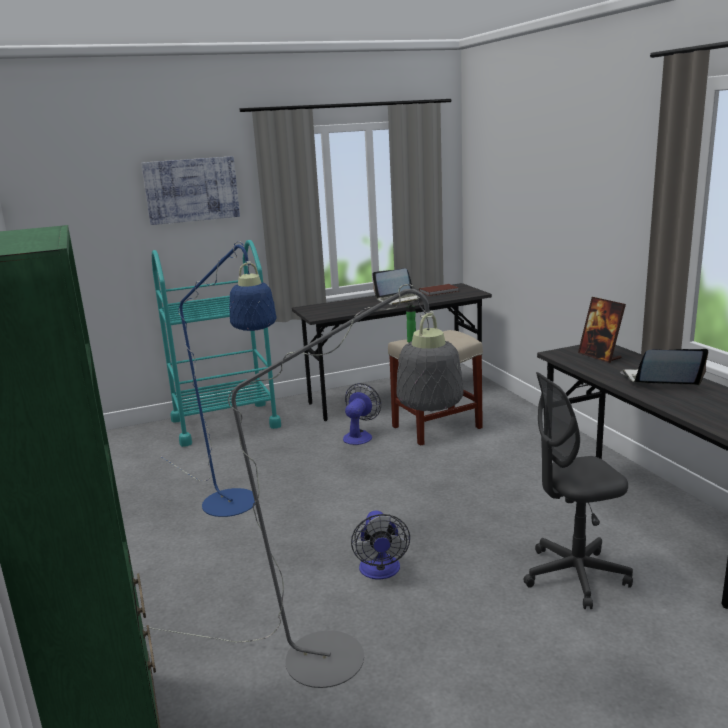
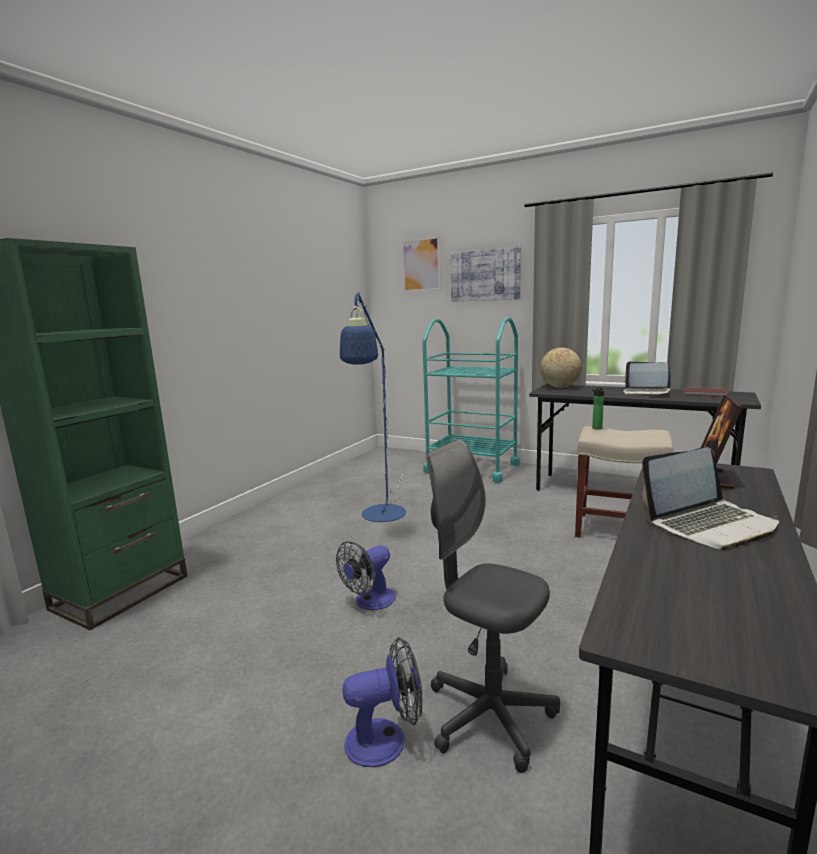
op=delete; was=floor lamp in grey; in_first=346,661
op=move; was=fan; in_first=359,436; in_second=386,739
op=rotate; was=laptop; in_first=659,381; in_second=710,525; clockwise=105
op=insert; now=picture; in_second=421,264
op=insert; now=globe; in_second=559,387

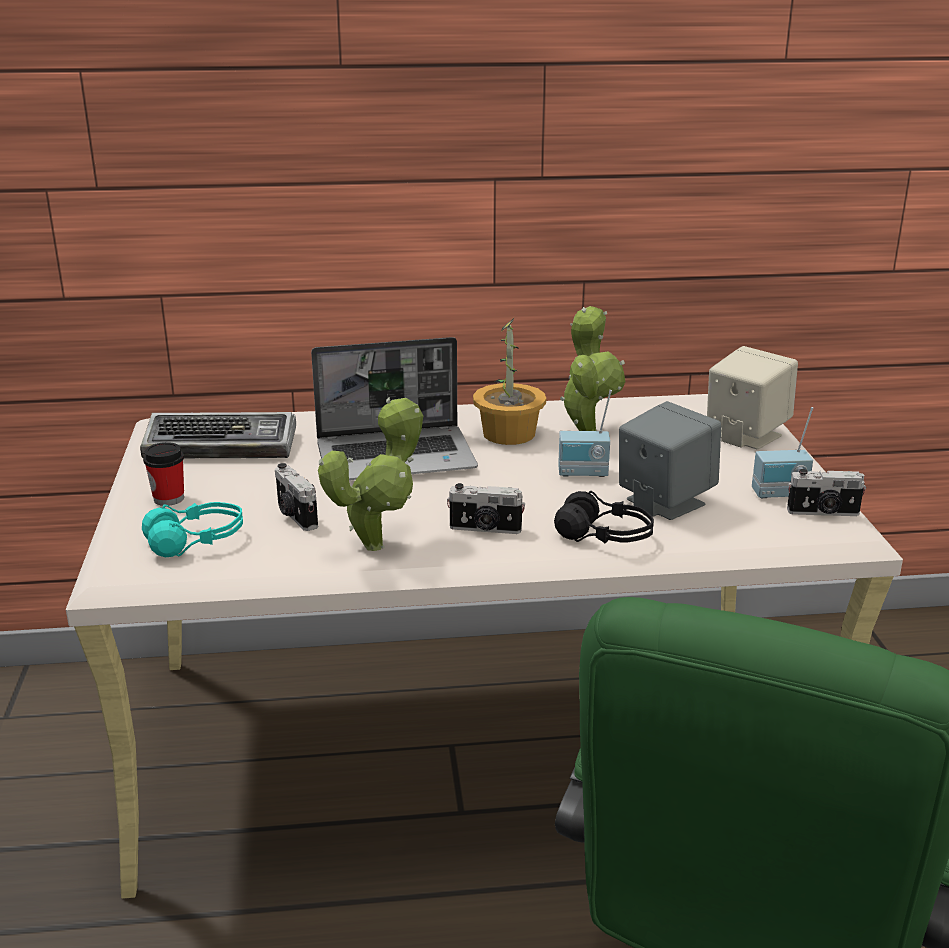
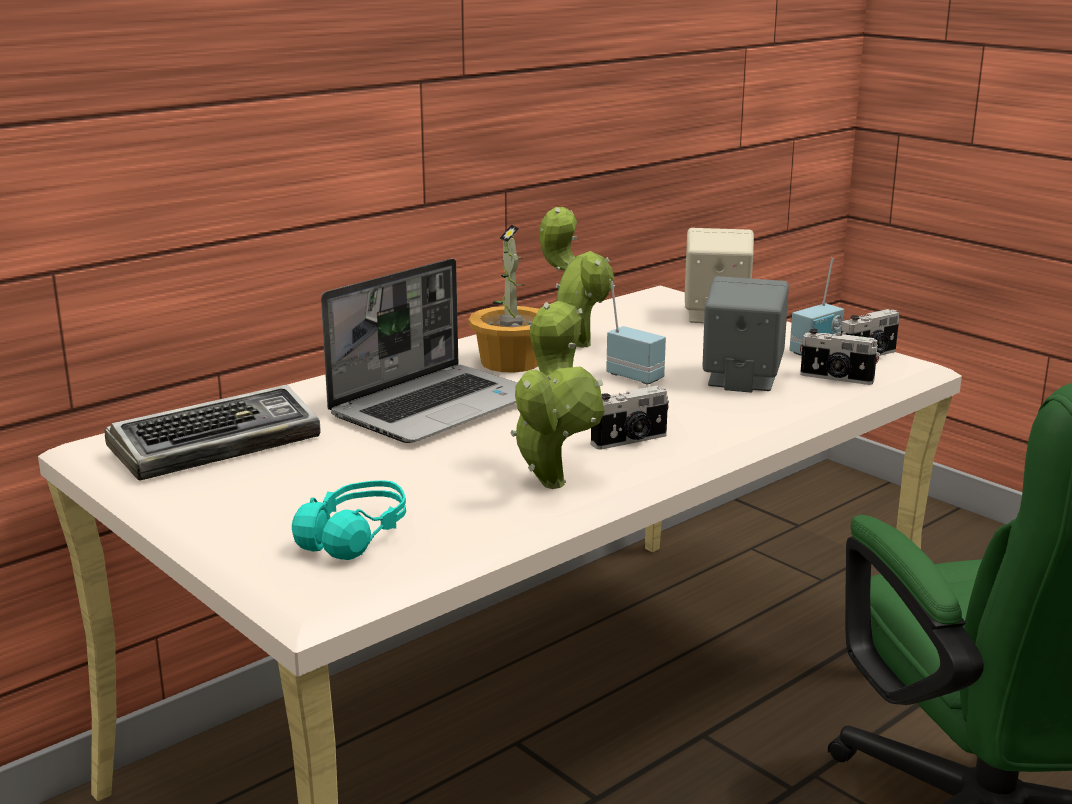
op=delete; was=cup; in_first=169,498
op=move; was=photo camera; in_first=295,516; in_second=836,378
op=delete; was=headphones in black; in_first=604,536
op=rotate; was=radio; in_first=583,473; in_second=636,376; clockwise=-105

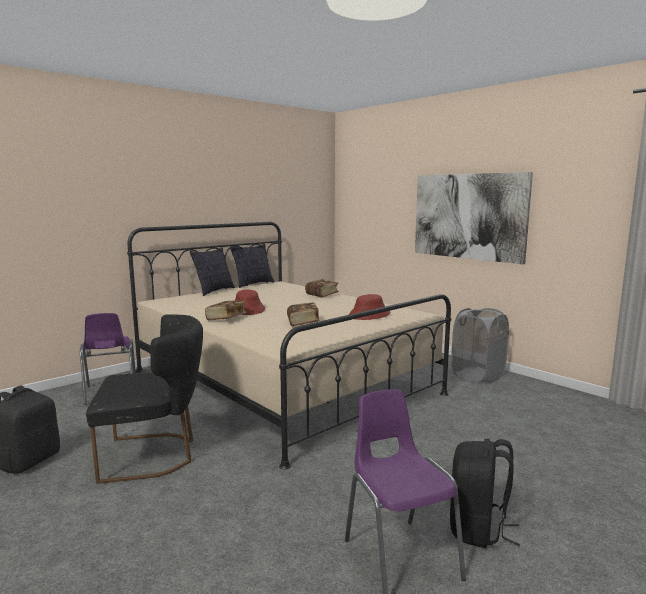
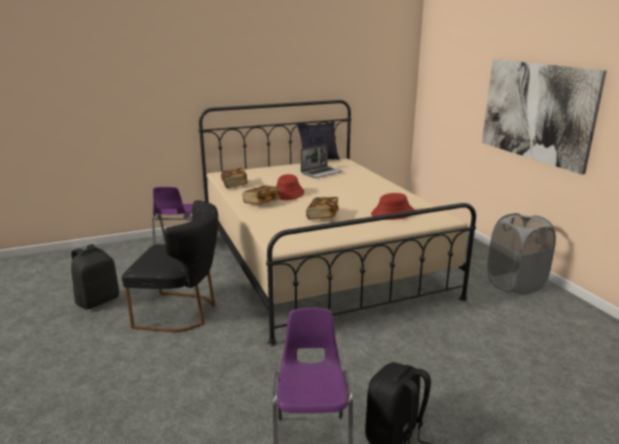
op=delete; was=pillow; in_first=214,291
op=move; was=book; in_first=322,295; in_second=234,184
op=insert; now=laptop; in_second=321,173

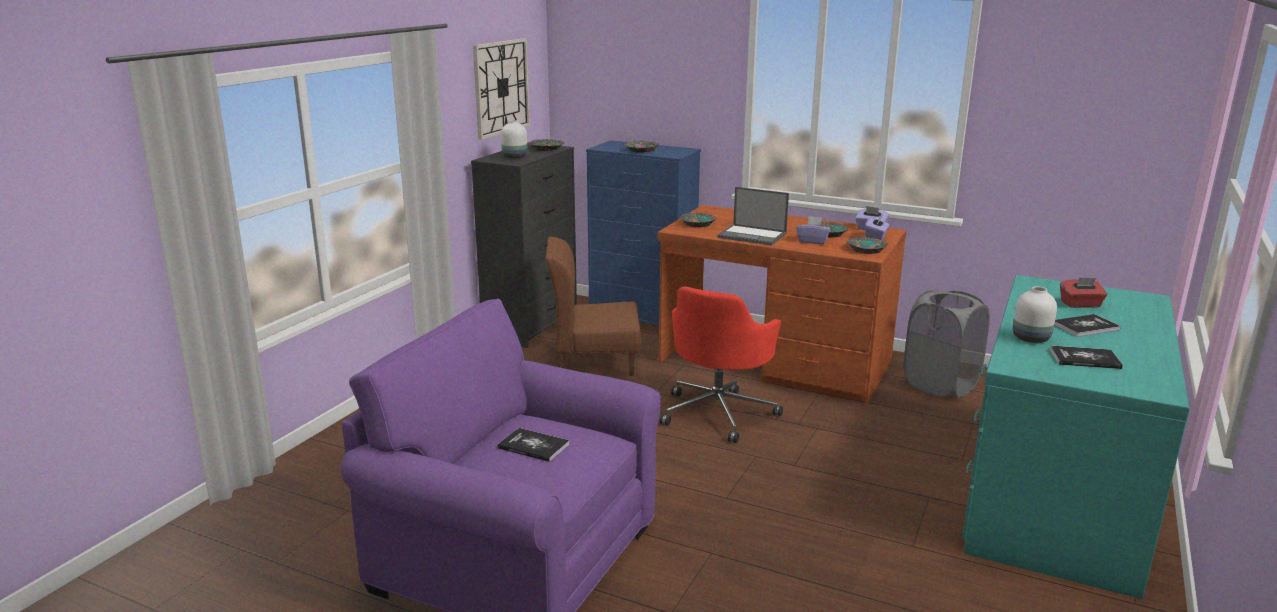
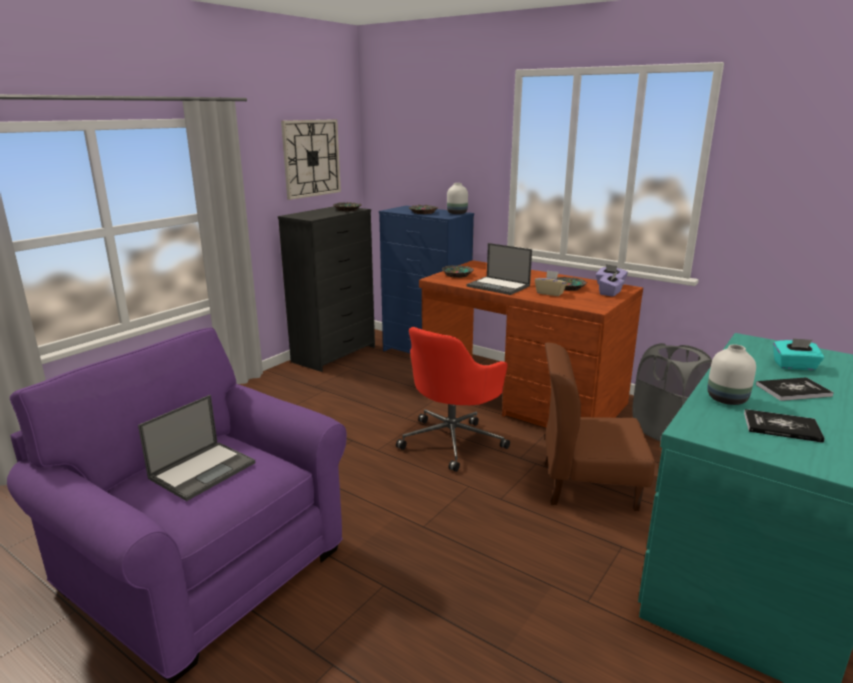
op=replace; was=book; now=laptop; in_first=533,446; in_second=203,470
op=move; was=vase in white; in_first=515,157; in_second=457,213
op=move; was=chair in brown; in_first=594,362; in_second=588,485
op=recolor; was=tissue box in purple; now=tissue box in beige; in_first=812,241; in_second=550,293
op=delete; was=bowl; in_first=866,249
op=recolor; was=tissue box in red; now=tissue box in turquoise; in_first=1080,304; in_second=794,366

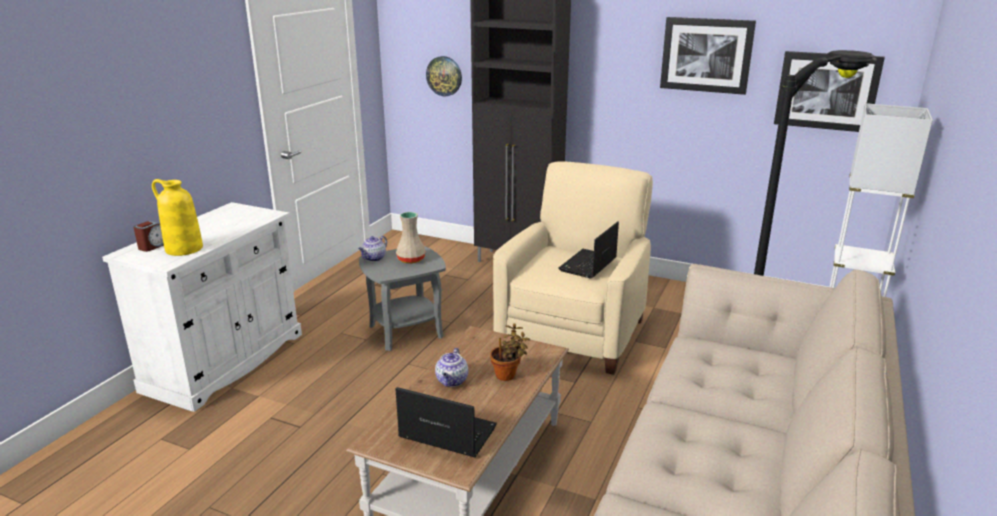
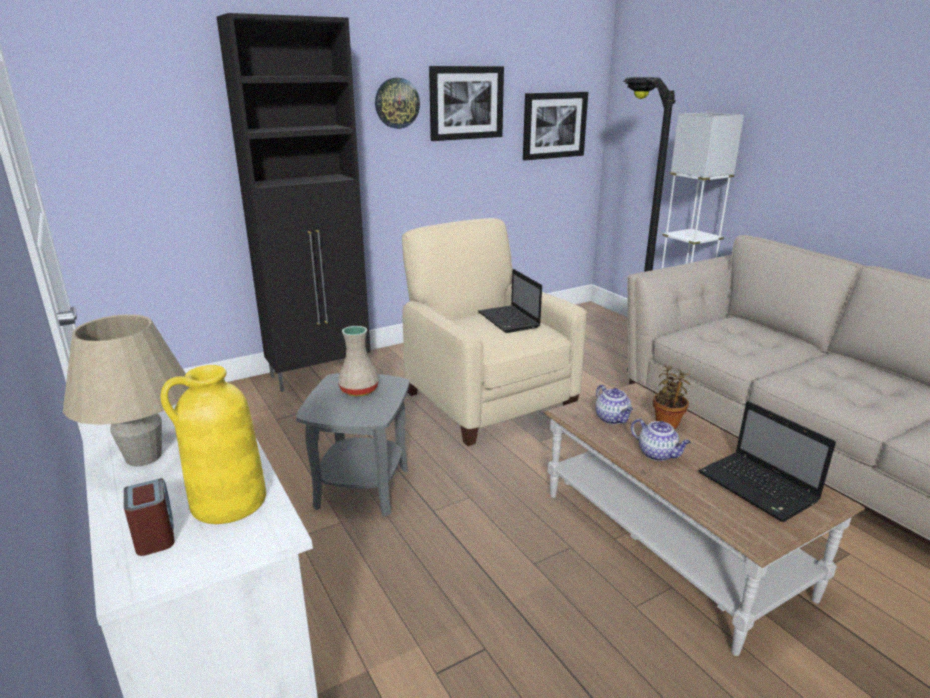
op=move; was=teapot; in_first=374,258; in_second=612,419
op=rotate; was=laptop; in_first=445,433; in_second=759,488; clockwise=-90
op=move; was=wall clock; in_first=444,76; in_second=397,103
op=insert; now=table lamp in beige; in_second=143,457

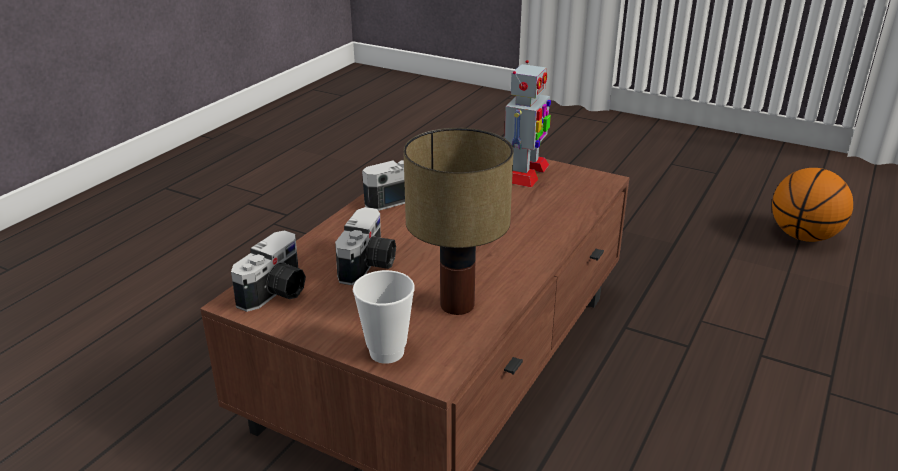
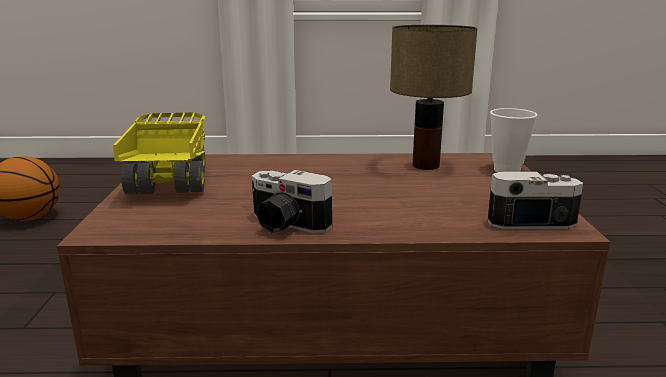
op=delete; was=photo camera; in_first=369,265
op=replace; was=toy robot; now=toy truck; in_first=524,173; in_second=168,184

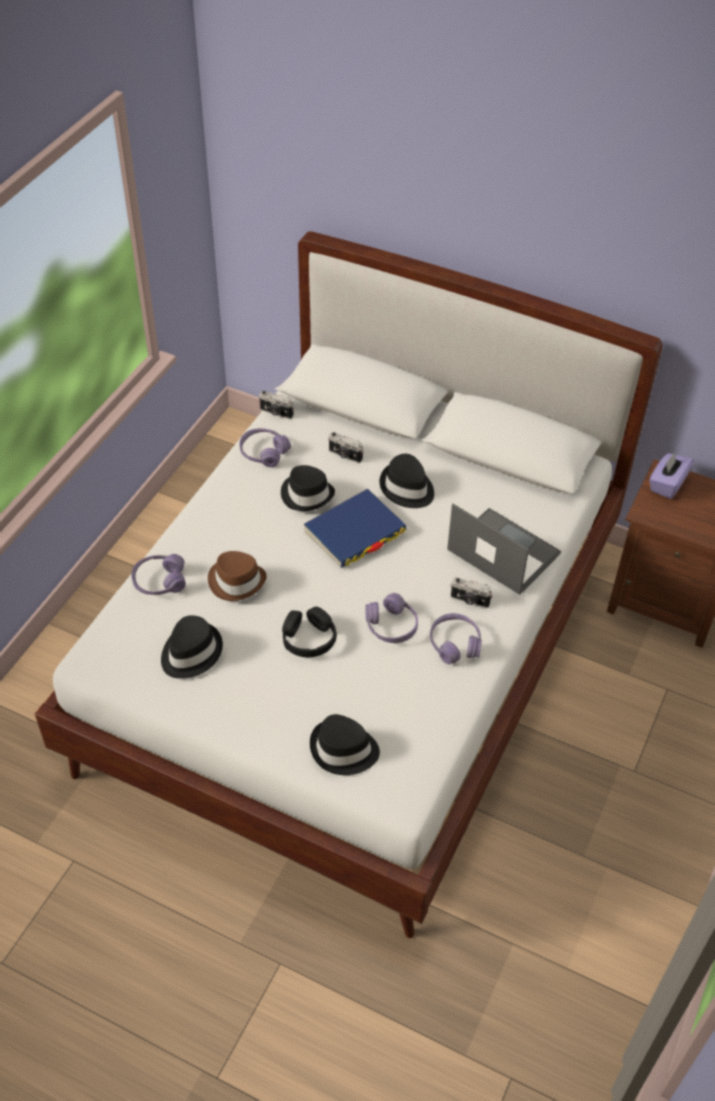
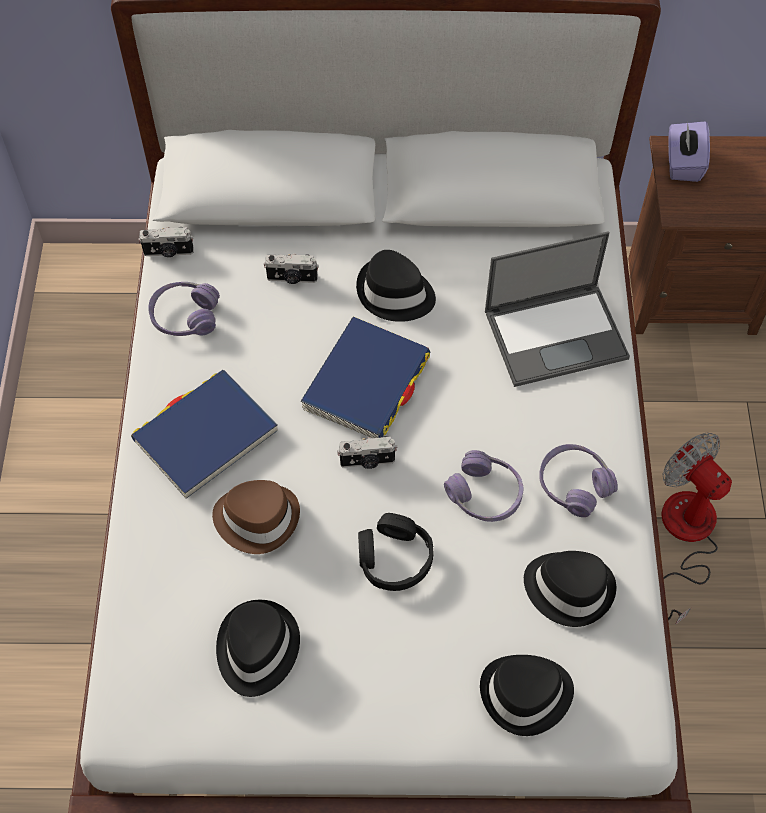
op=delete; was=headphones in purple; in_first=159,581
op=move; was=hat in black; in_first=307,494; in_second=569,588
op=rotate; was=laptop; in_first=502,551; in_second=557,333; clockwise=150
op=move; was=photo camera; in_first=469,600; in_second=367,461
op=insert; now=book in blue; in_second=205,436
op=insert; now=fan; in_second=685,536

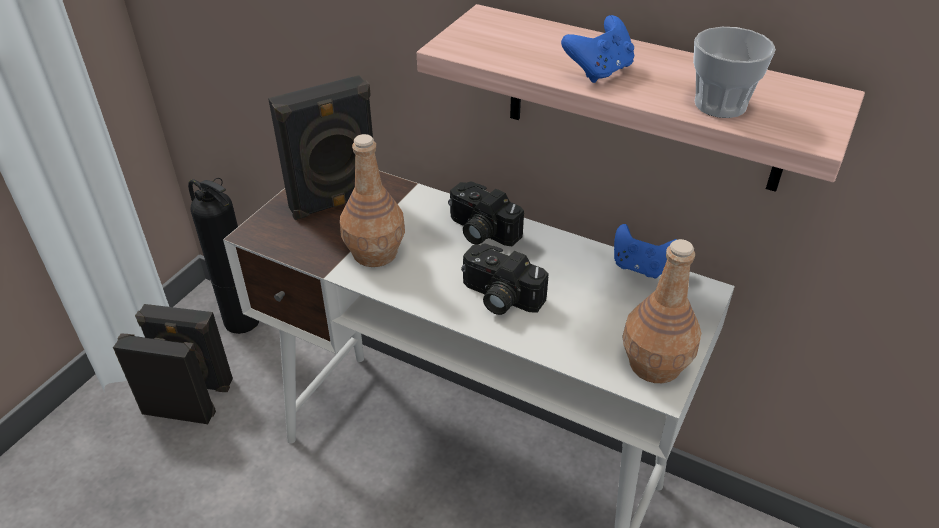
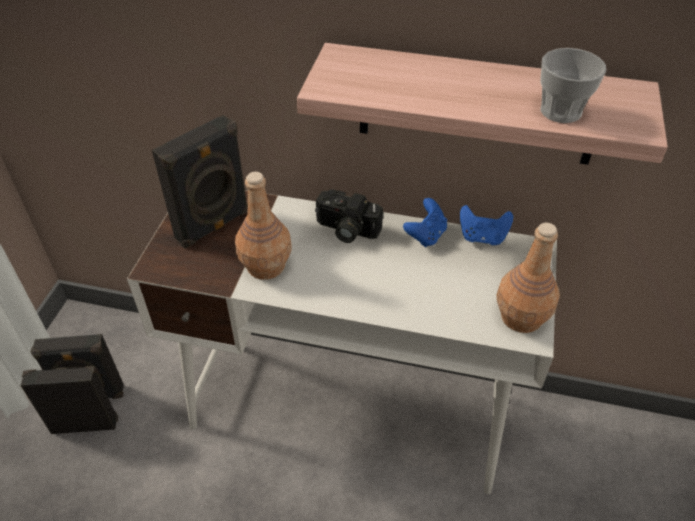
op=delete; was=fire extinguisher; in_first=240,320
op=delete; was=photo camera; in_first=498,297
op=move; was=game controller in blue; in_first=599,71; in_second=426,235

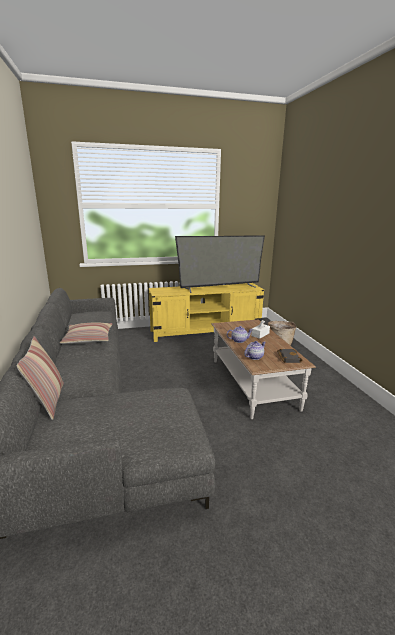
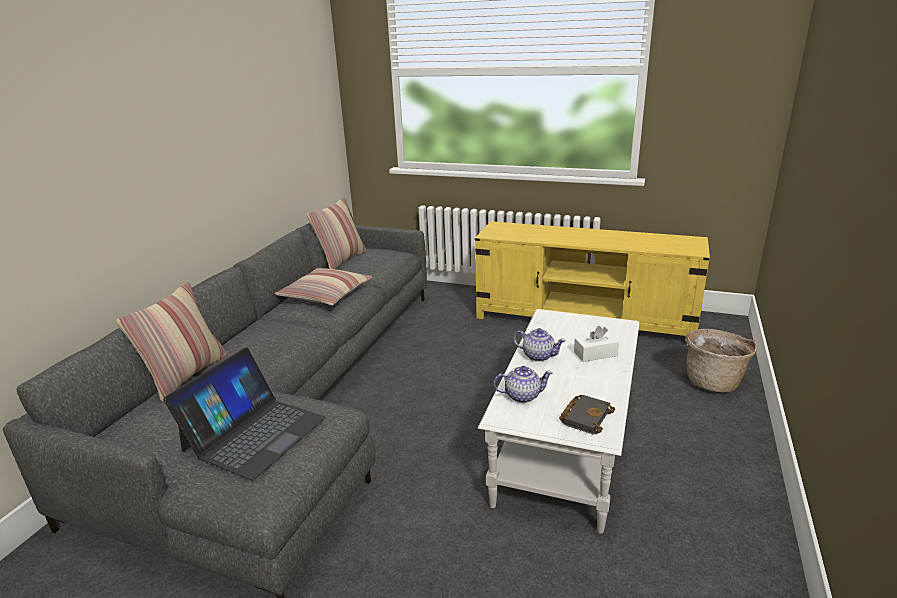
op=delete; was=television; in_first=220,288
op=recolor; was=coffee table in brown; now=coffee table in white; in_first=252,383; in_second=565,443
op=insert; now=laptop; in_second=254,433
op=insert; now=pillow; in_second=341,260

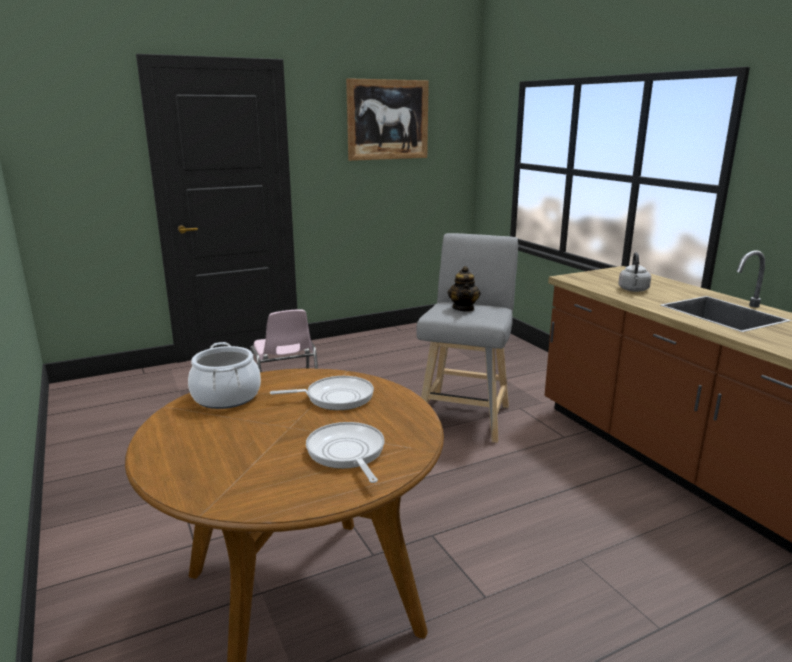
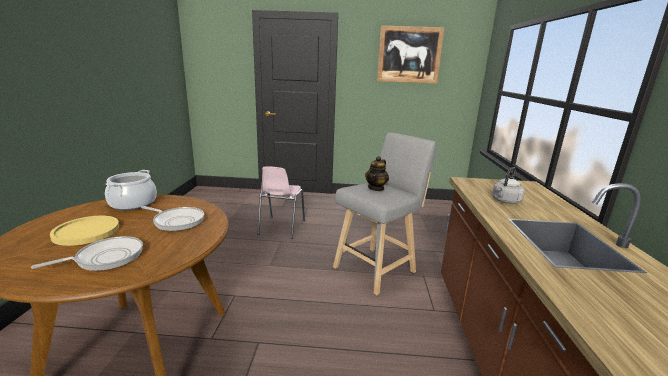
op=rotate; was=frying pan; in_first=347,453; in_second=106,258; clockwise=45
op=insert; now=plate in yellow; in_second=86,231

